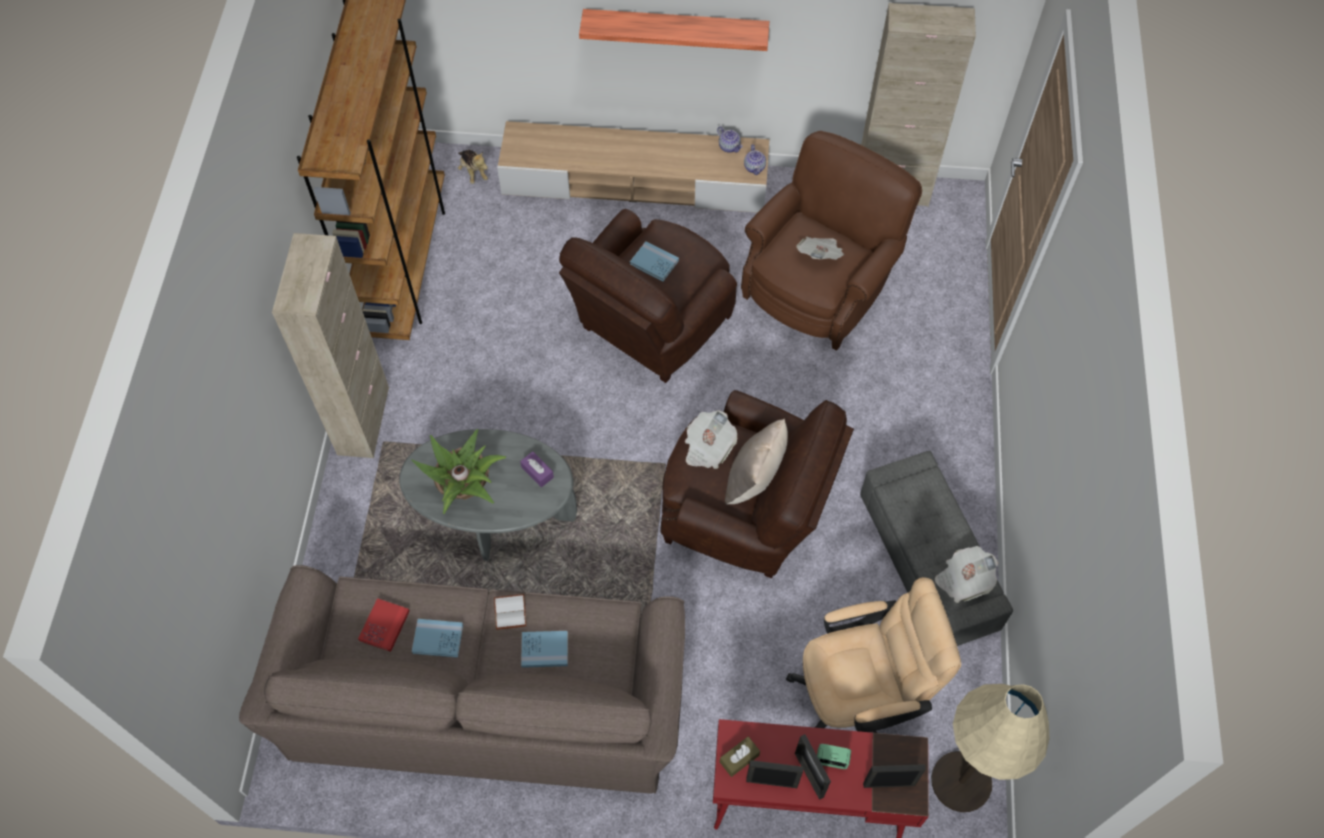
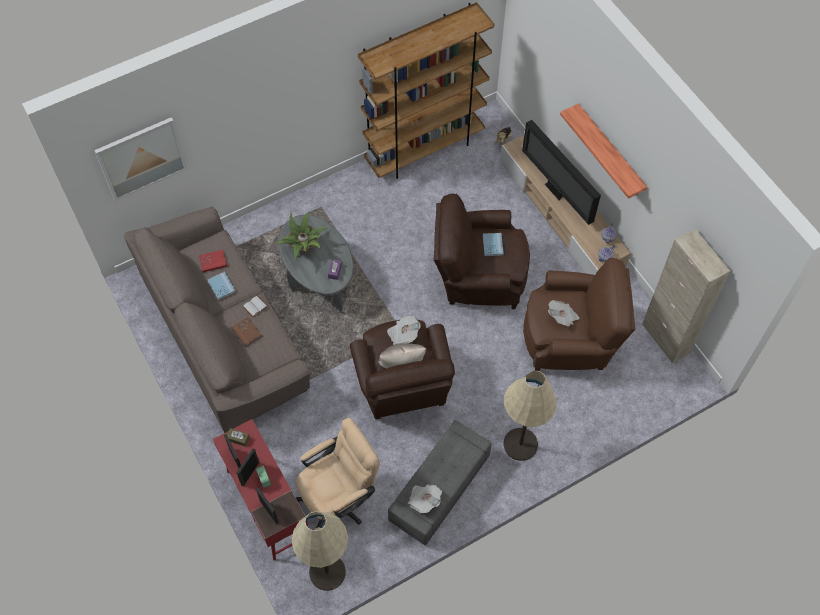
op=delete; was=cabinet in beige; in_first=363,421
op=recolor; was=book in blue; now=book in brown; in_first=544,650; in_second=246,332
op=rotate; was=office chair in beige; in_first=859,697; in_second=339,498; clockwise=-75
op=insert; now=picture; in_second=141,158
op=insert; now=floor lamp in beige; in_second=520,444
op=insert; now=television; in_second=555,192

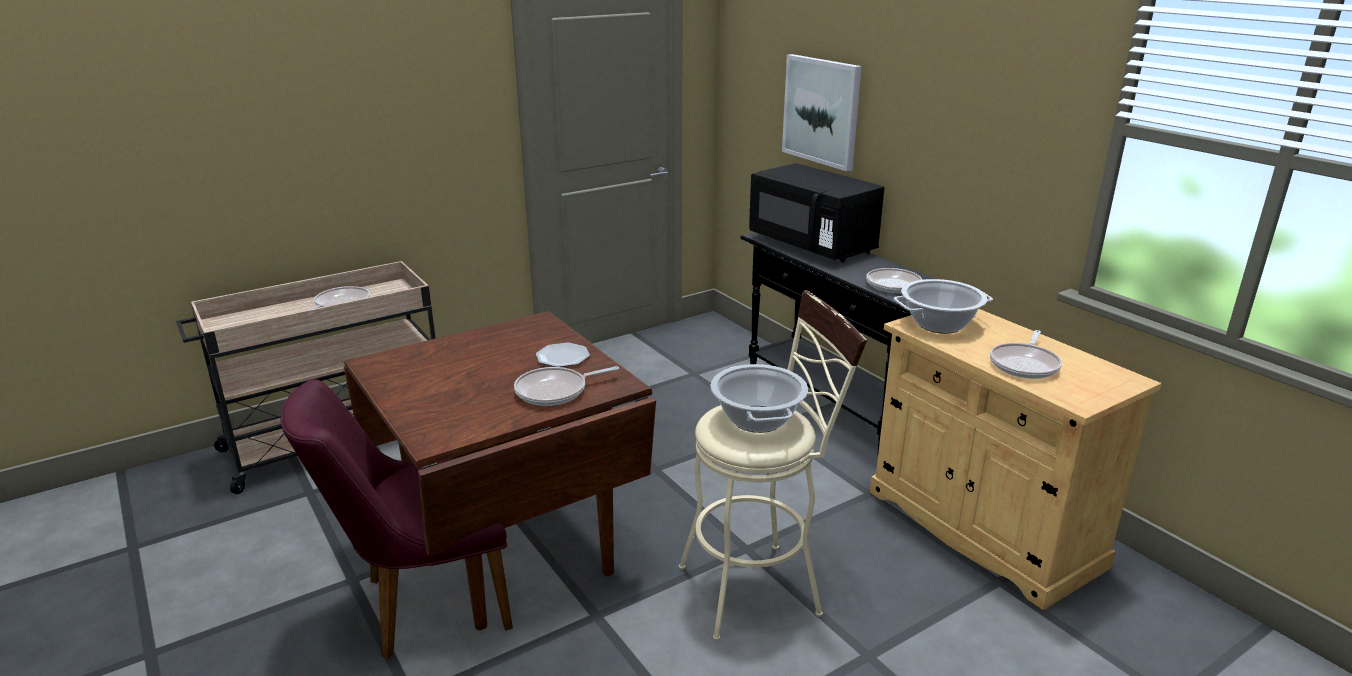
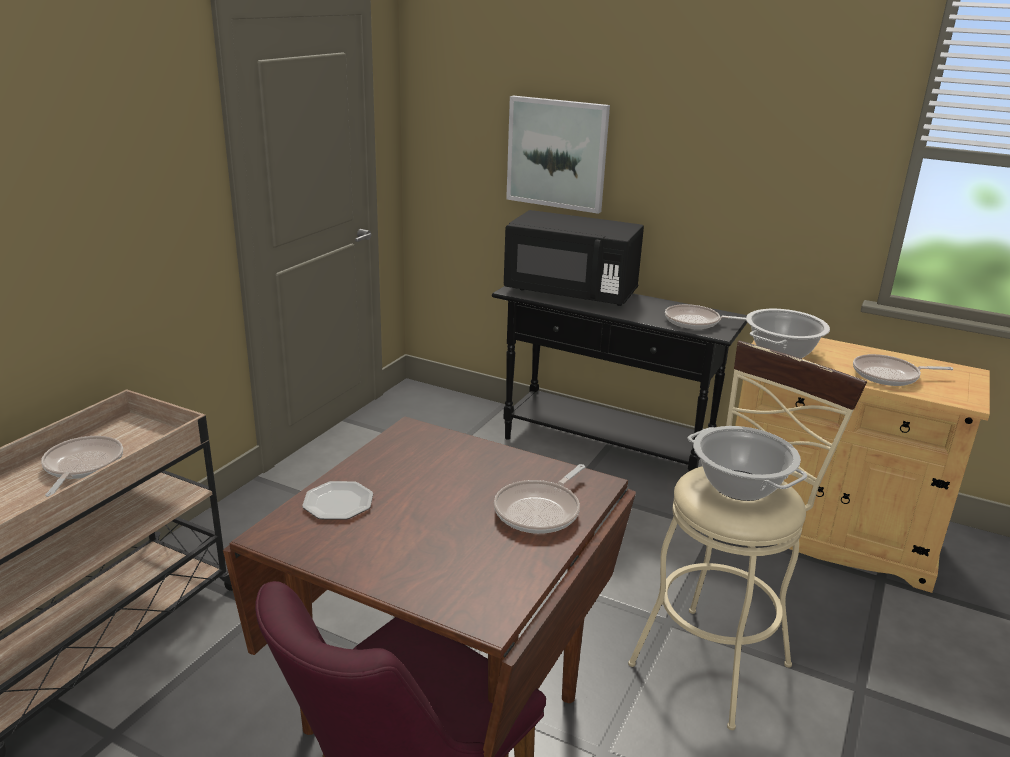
op=move; was=plate; in_first=562,357; in_second=338,503
op=rotate; was=frying pan; in_first=1025,364; in_second=889,376; clockwise=90

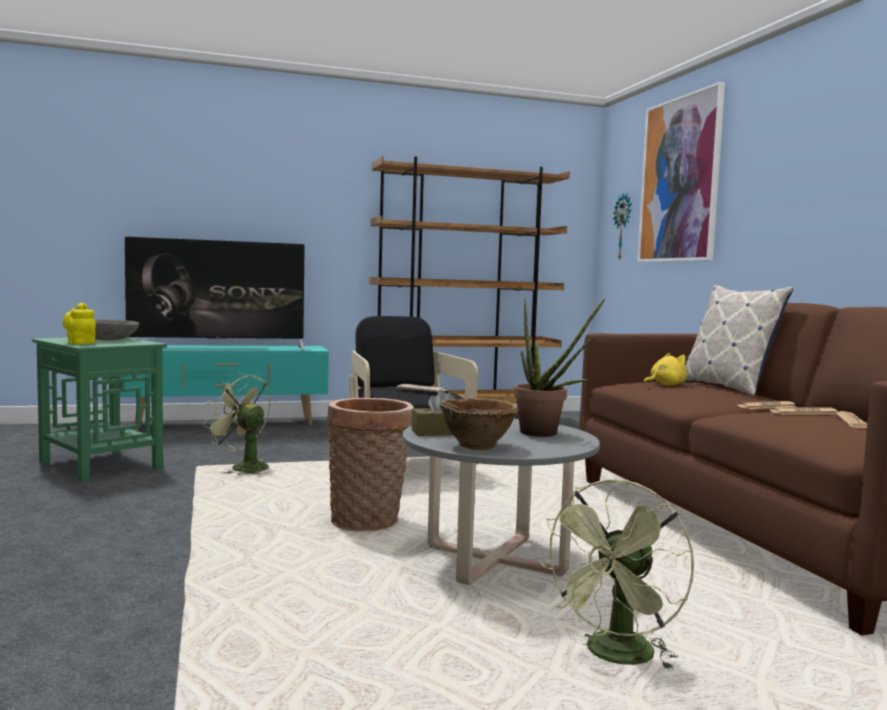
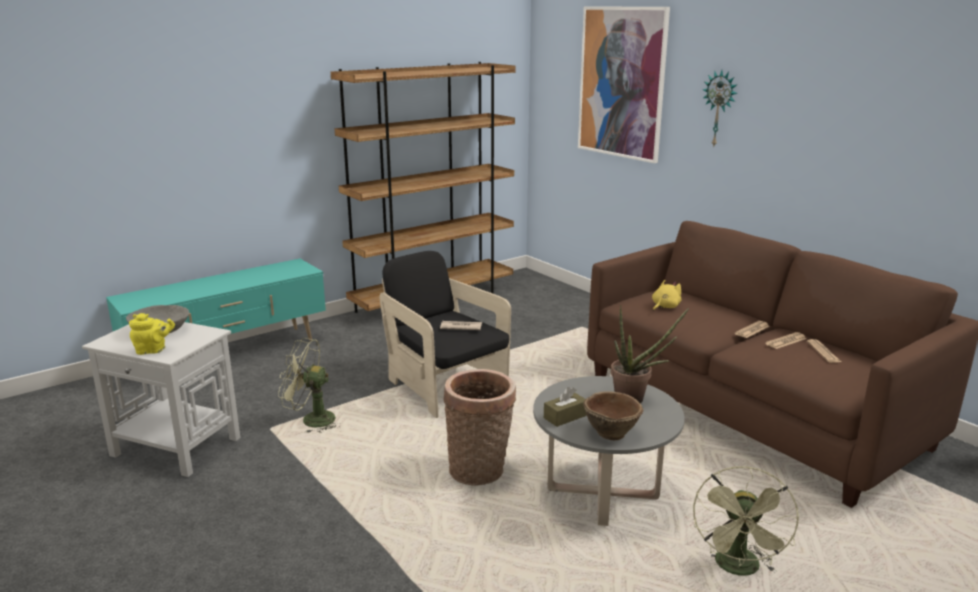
op=recolor; was=side table in green; now=side table in white; in_first=101,465; in_second=177,447
op=rotate; was=teapot in yellow; in_first=80,343; in_second=153,350; clockwise=150
op=delete; was=television; in_first=217,348
op=move; was=wall clock; in_first=624,226; in_second=719,108
op=delete; was=pillow; in_first=728,388

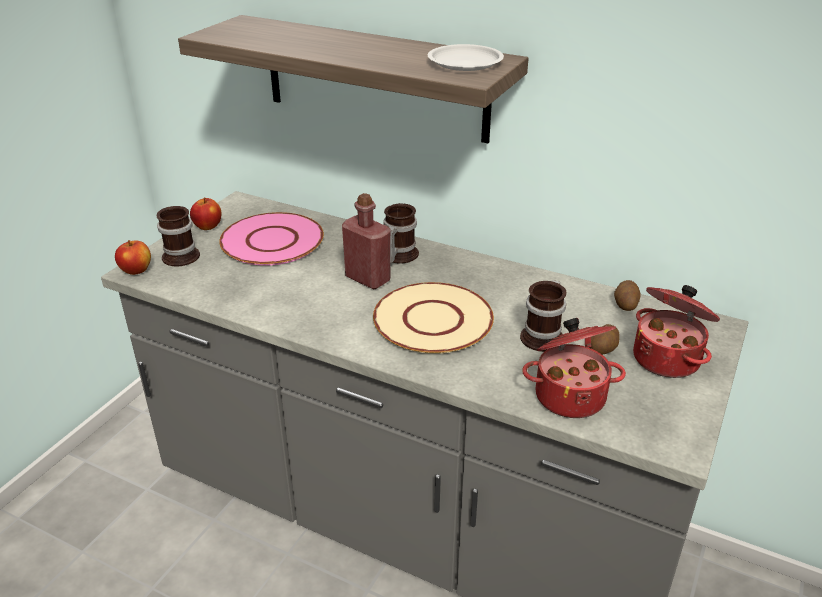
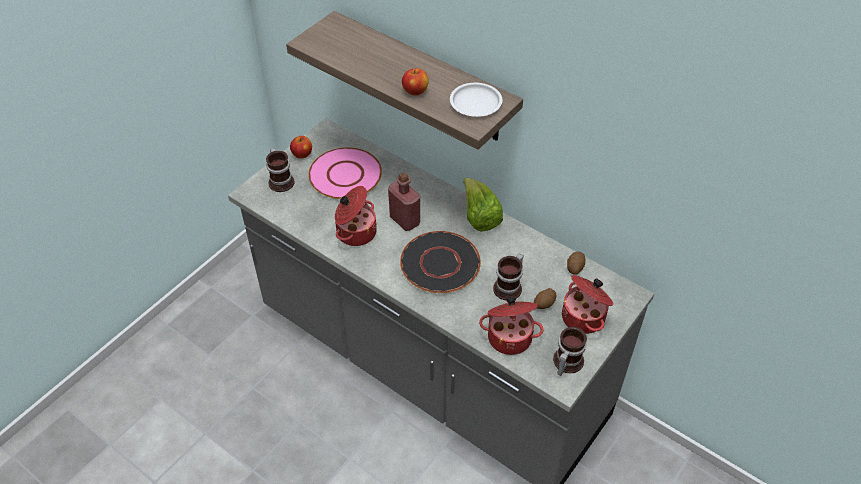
op=move; was=apple; in_first=136,270; in_second=415,91
op=recolor; was=plate in beige; now=plate in black; in_first=432,320; in_second=439,263
op=move; was=mug; in_first=397,255; in_second=565,362
op=insert; now=cooking pot; in_second=355,232
op=insert; now=lettuce; in_second=479,217

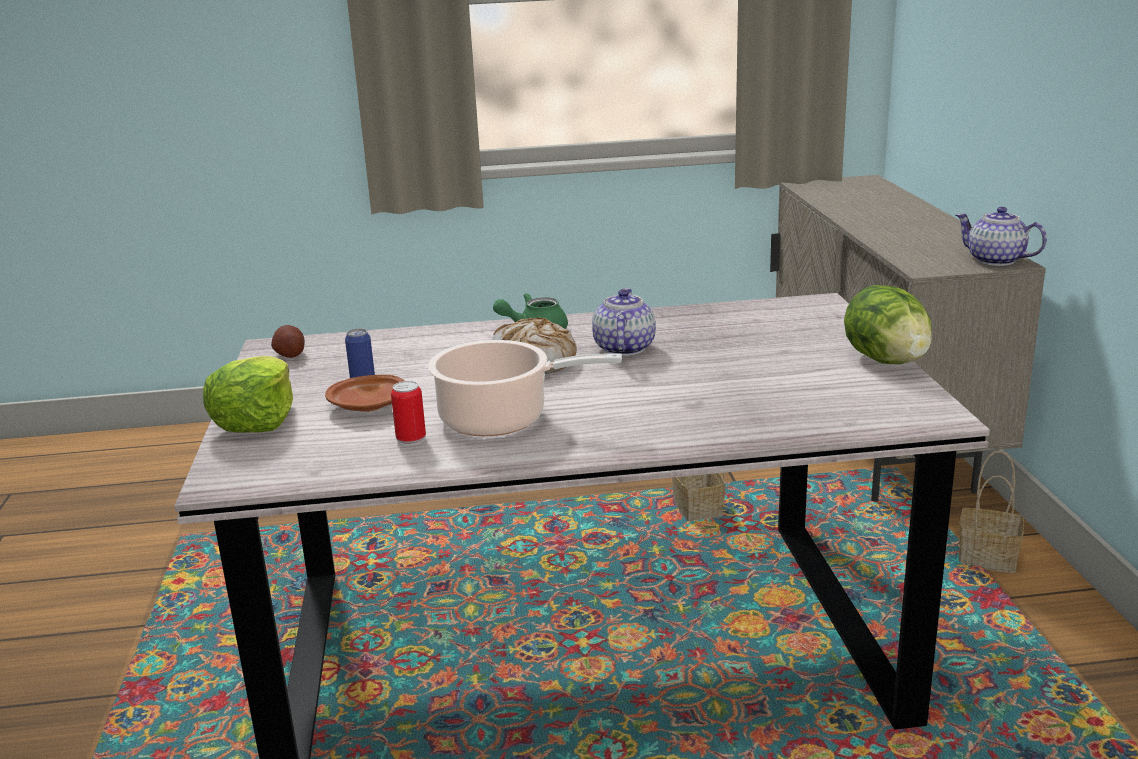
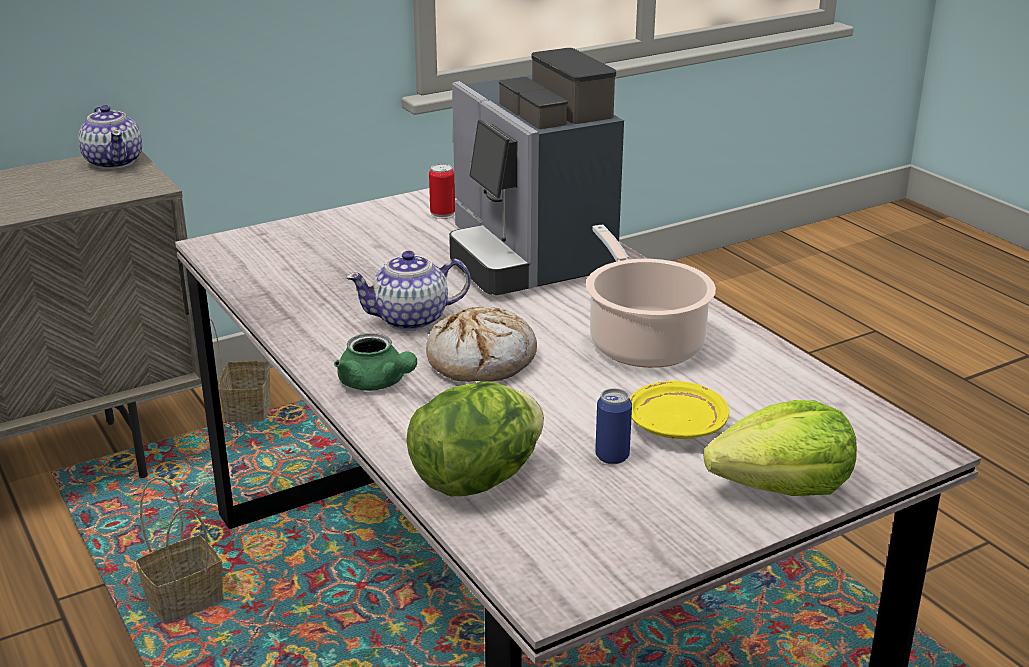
op=delete; was=potato; in_first=290,354
op=recolor; was=plate in brown; now=plate in yellow; in_first=370,405; in_second=676,425
op=move; was=can; in_first=411,439; in_second=442,214
op=move; was=lettuce; in_first=887,361; in_second=477,479
op=rotate; was=teapot; in_first=996,260; in_second=114,162; clockwise=-45
op=insert; now=coffee machine; in_second=526,257

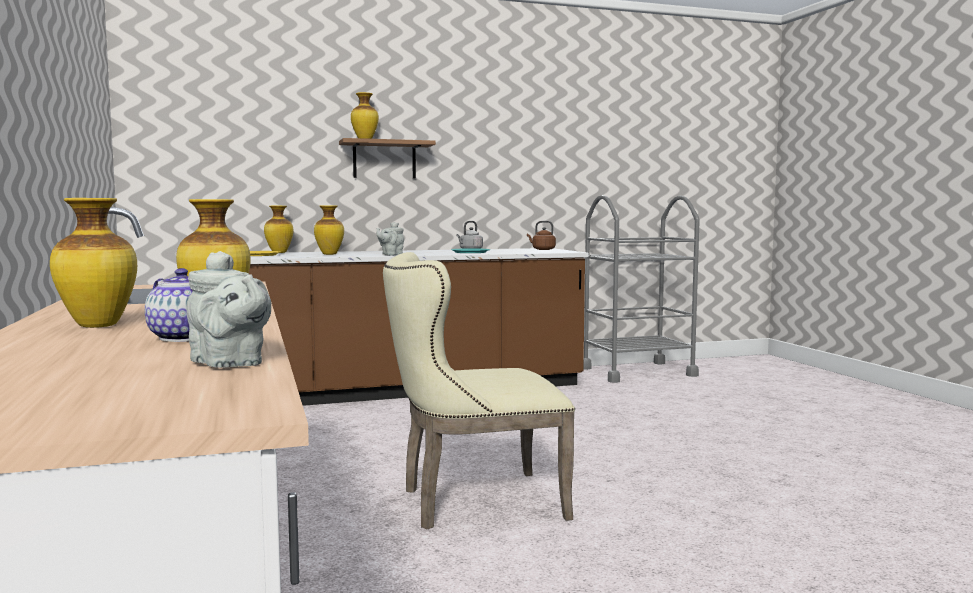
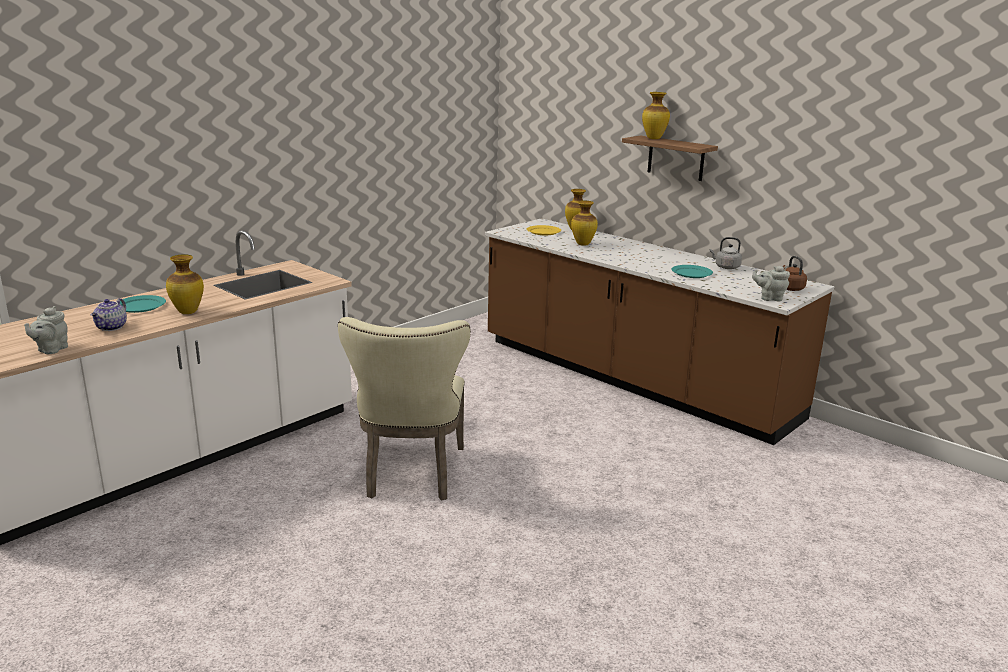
op=replace; was=vase; now=plate in turquoise; in_first=99,326; in_second=140,306
op=move; was=teapot in grey; in_first=391,254; in_second=769,298
op=rotate; was=chair in beige; in_first=472,502; in_second=412,475; clockwise=-135
op=delete; was=cart in grey; in_first=637,372

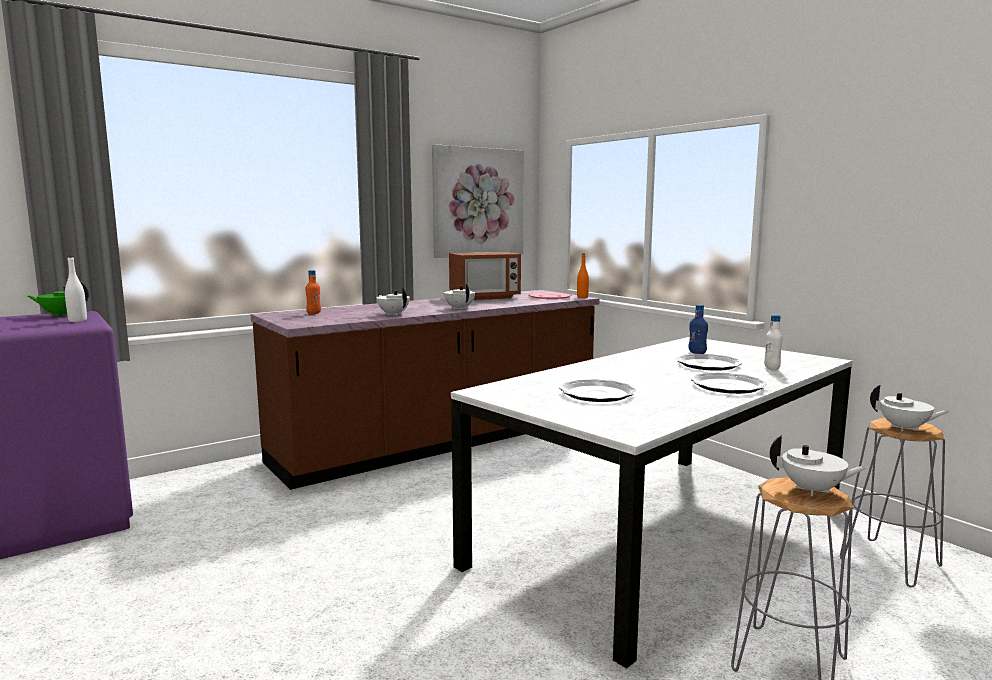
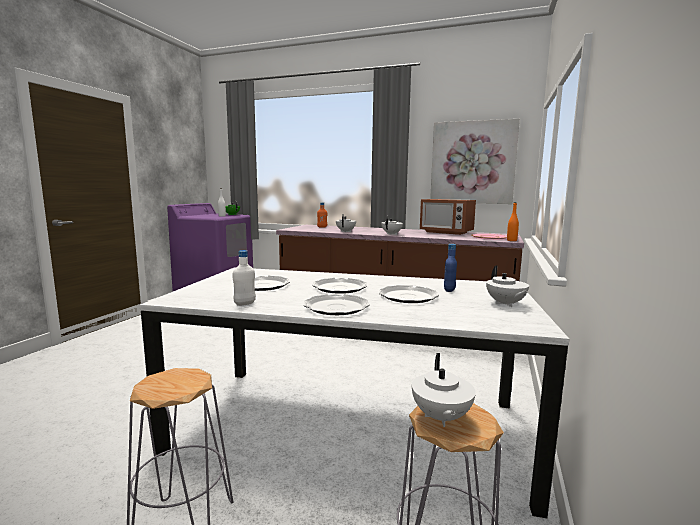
op=move; was=bottle in white; in_first=771,368; in_second=245,304
op=move; was=teapot in white; in_first=813,490; in_second=505,304
op=insert; now=plate; in_second=340,288

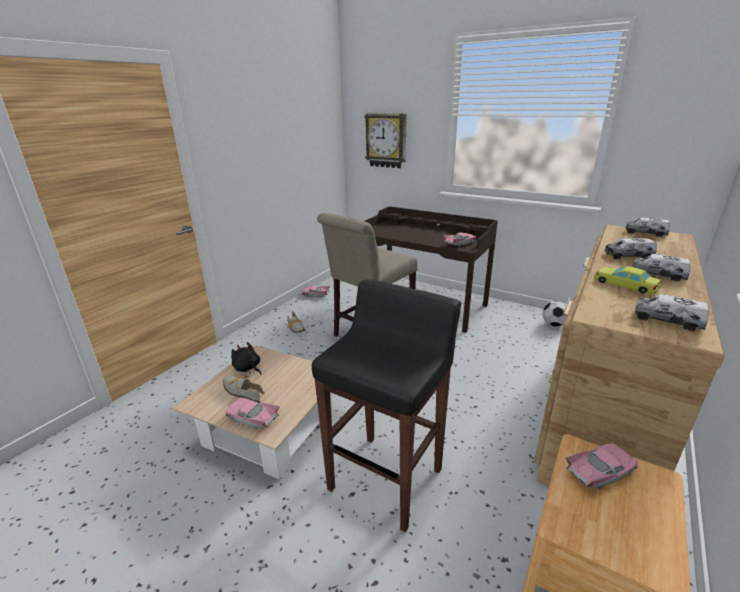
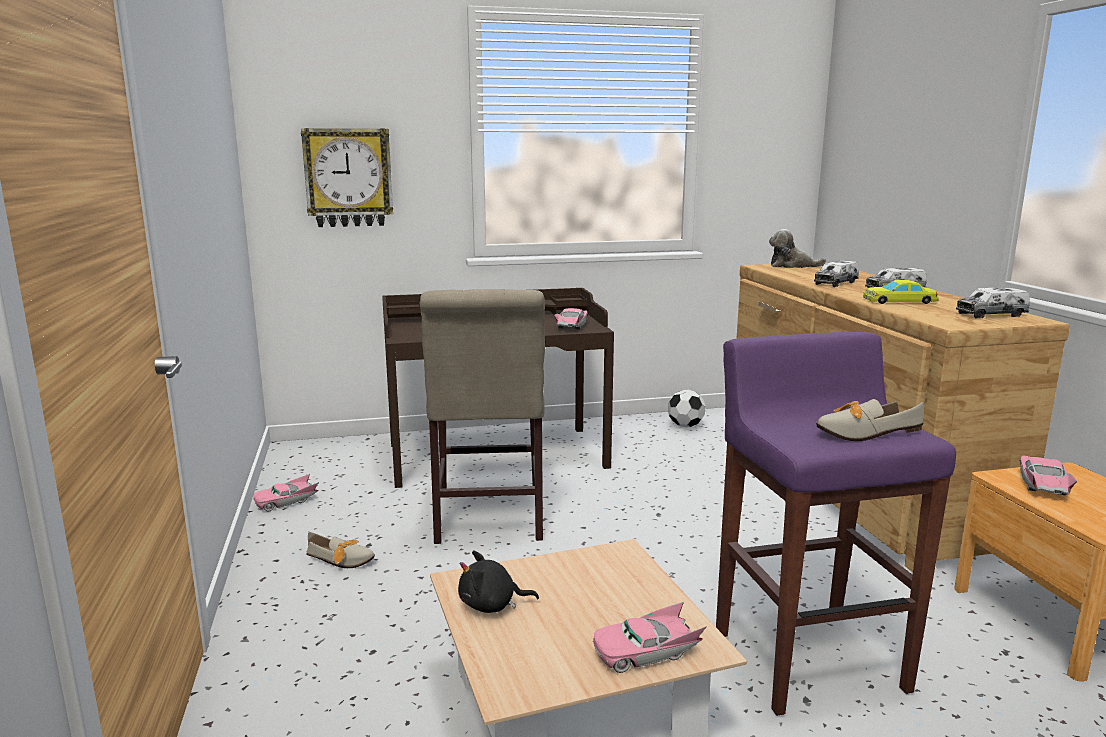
op=move; was=shoe; in_first=242,391; in_second=859,433
op=recolor; was=stool in black; now=stool in purple; in_first=387,478; in_second=807,659
op=replace; was=toy truck; now=plush toy; in_first=645,233; in_second=792,266

